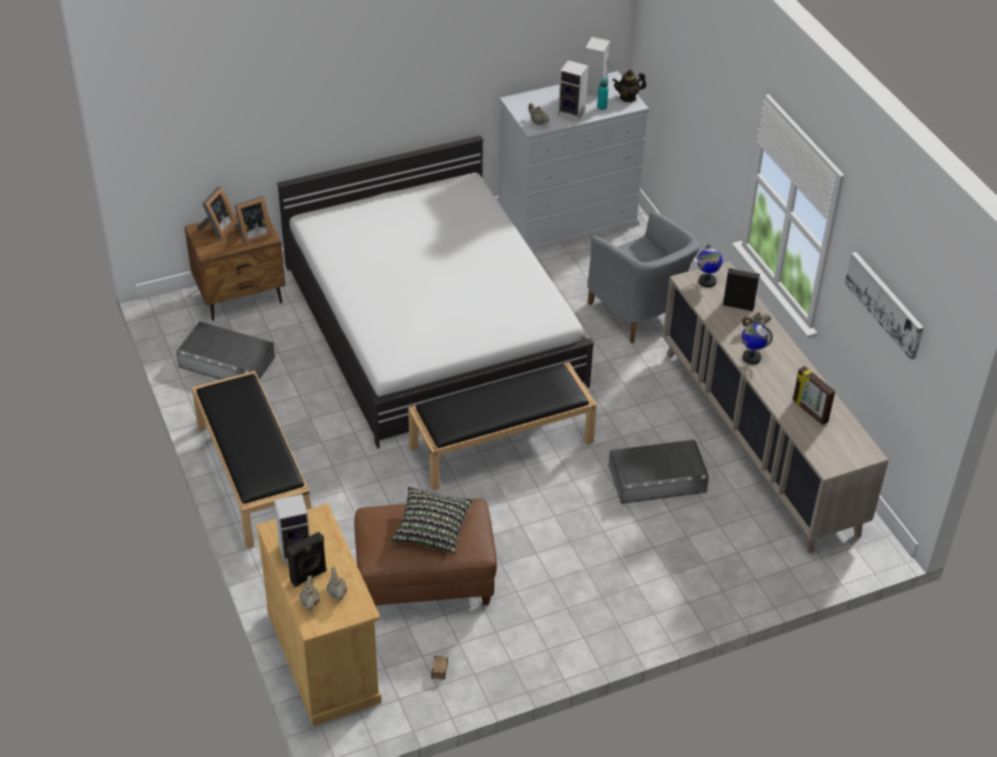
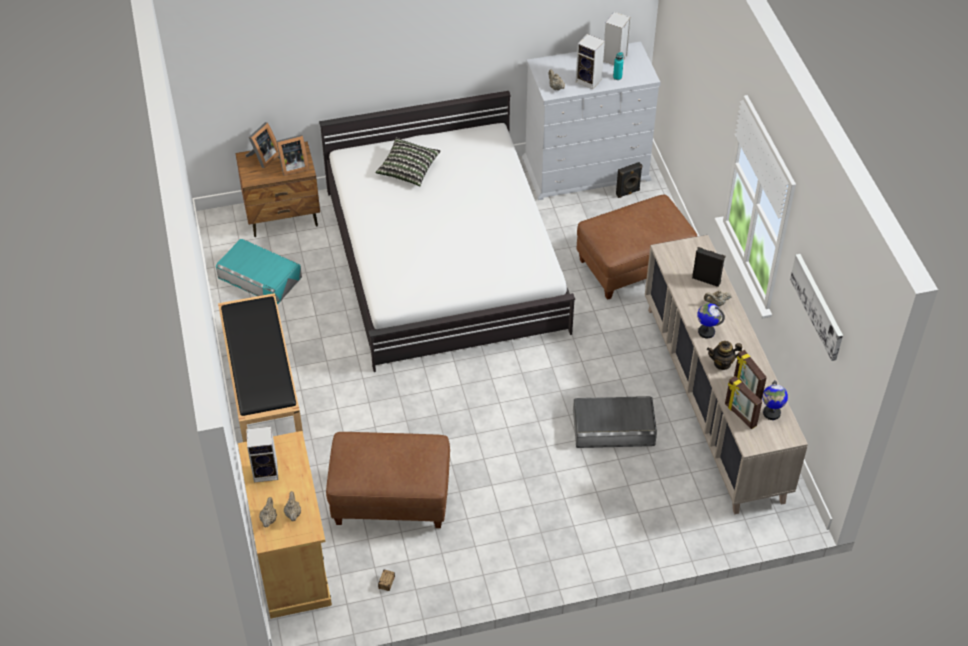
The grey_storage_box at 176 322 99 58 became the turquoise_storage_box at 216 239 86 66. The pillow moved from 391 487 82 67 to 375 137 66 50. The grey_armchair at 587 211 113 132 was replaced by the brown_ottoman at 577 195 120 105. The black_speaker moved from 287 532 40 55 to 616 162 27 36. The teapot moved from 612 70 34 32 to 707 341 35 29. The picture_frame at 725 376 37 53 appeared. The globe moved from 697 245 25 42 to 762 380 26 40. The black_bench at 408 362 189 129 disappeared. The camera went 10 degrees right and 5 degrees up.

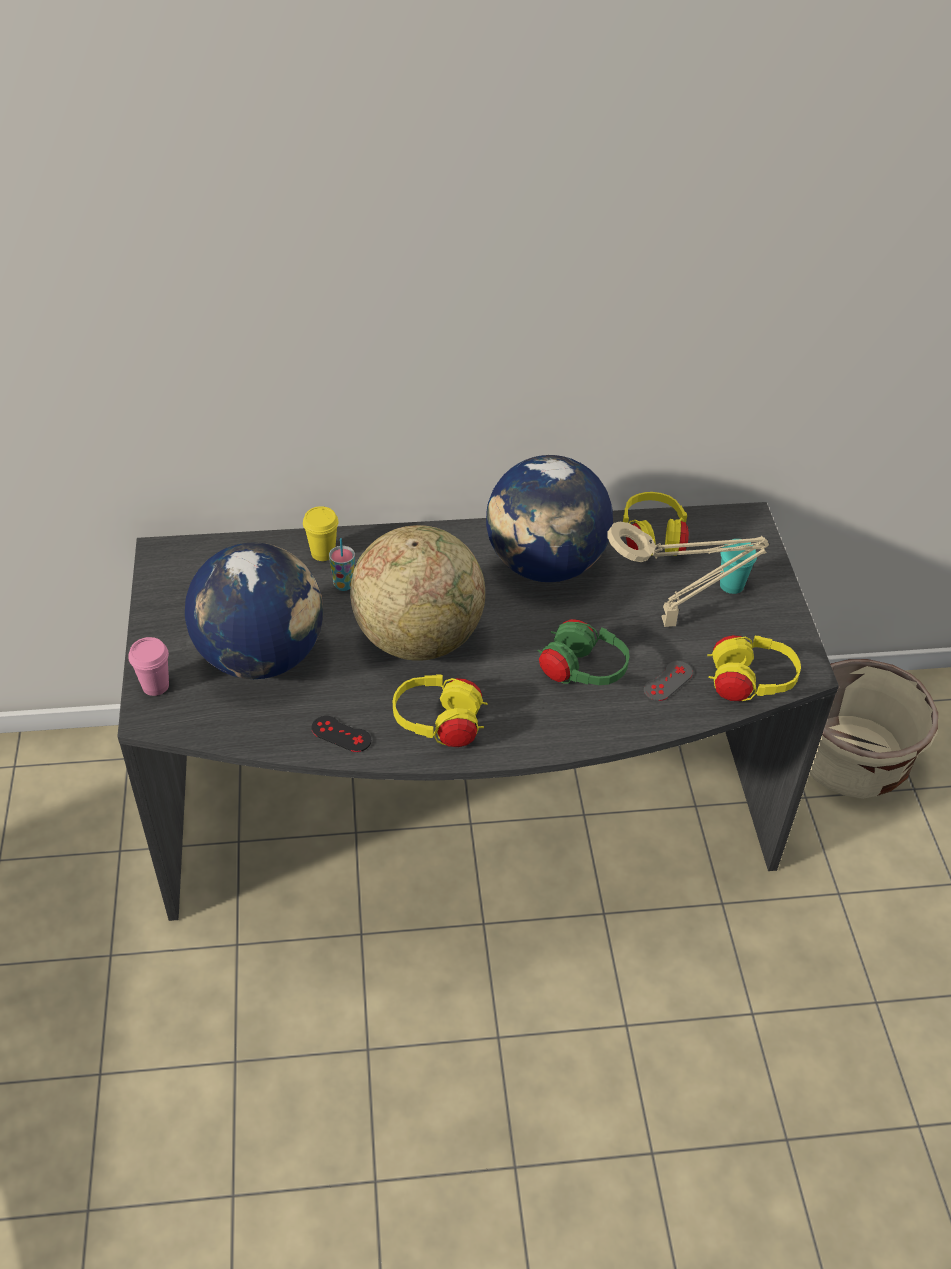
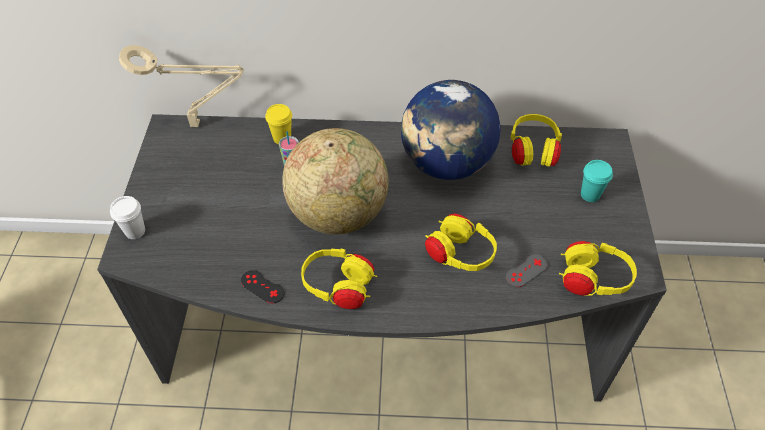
The pink_cup at 129 637 40 59 became the white_cup at 110 196 35 43. The beige_table_lamp moved from 607 522 162 105 to 119 45 125 82. The green_headphones at 538 619 92 66 became the yellow_headphones at 425 213 72 58. The globe at 185 542 138 137 disappeared. The beige_planter at 809 659 129 140 disappeared. The camera went 10 degrees right and 5 degrees up.

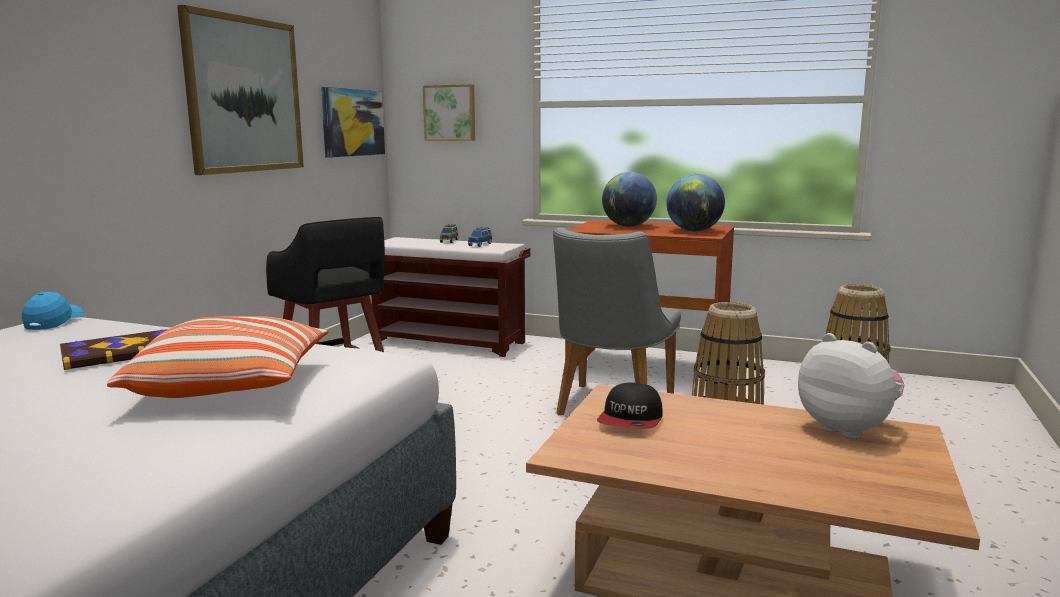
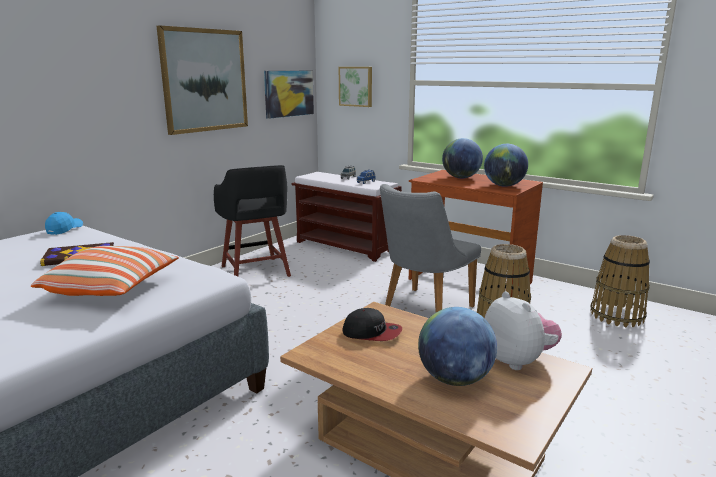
The cap at 597 382 66 47 turned 105 degrees counterclockwise. The globe at 418 307 79 79 appeared. The camera went 15 degrees right and 5 degrees up.

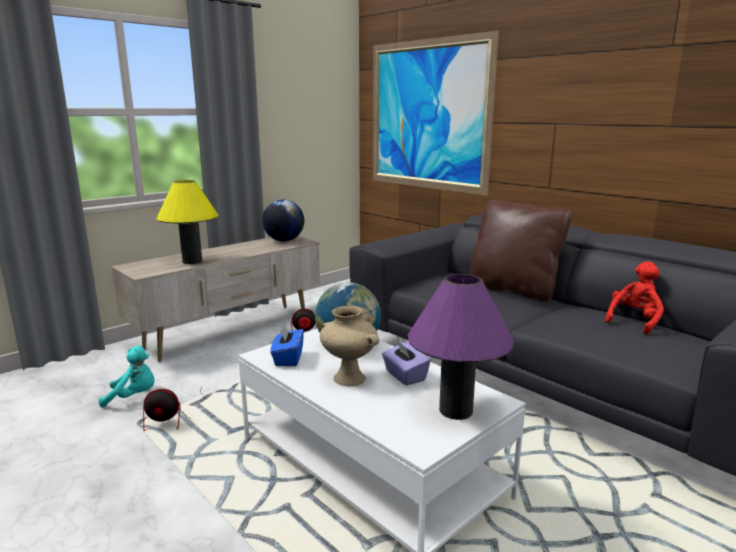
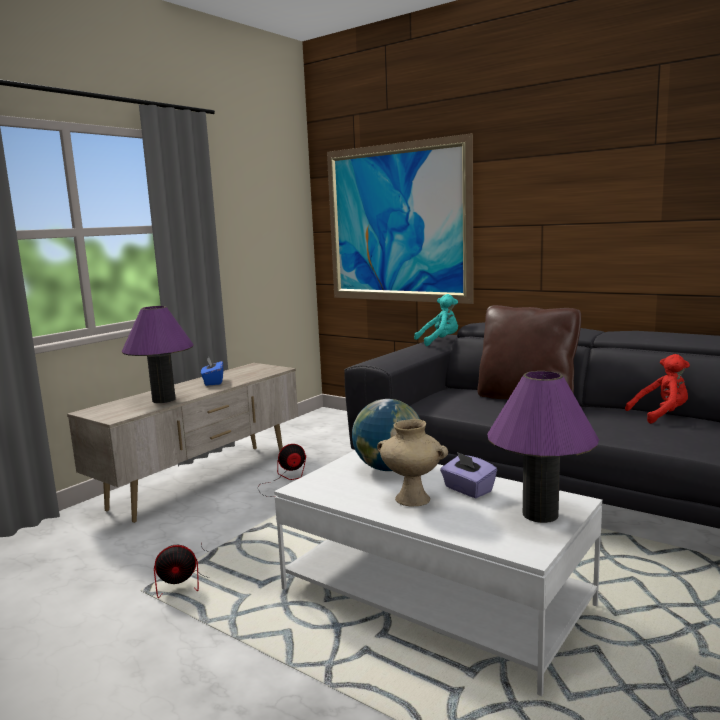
The yellow_table_lamp at 156 180 63 84 became the purple_table_lamp at 122 306 72 97. The blue_tissue_box moved from 270 323 34 43 to 201 357 22 29. The turquoise_plush_toy moved from 98 346 56 62 to 414 294 44 52. The red_plush_toy at 605 261 59 73 turned 45 degrees clockwise. The globe at 262 199 42 42 disappeared. The camera went 10 degrees left and 5 degrees down.

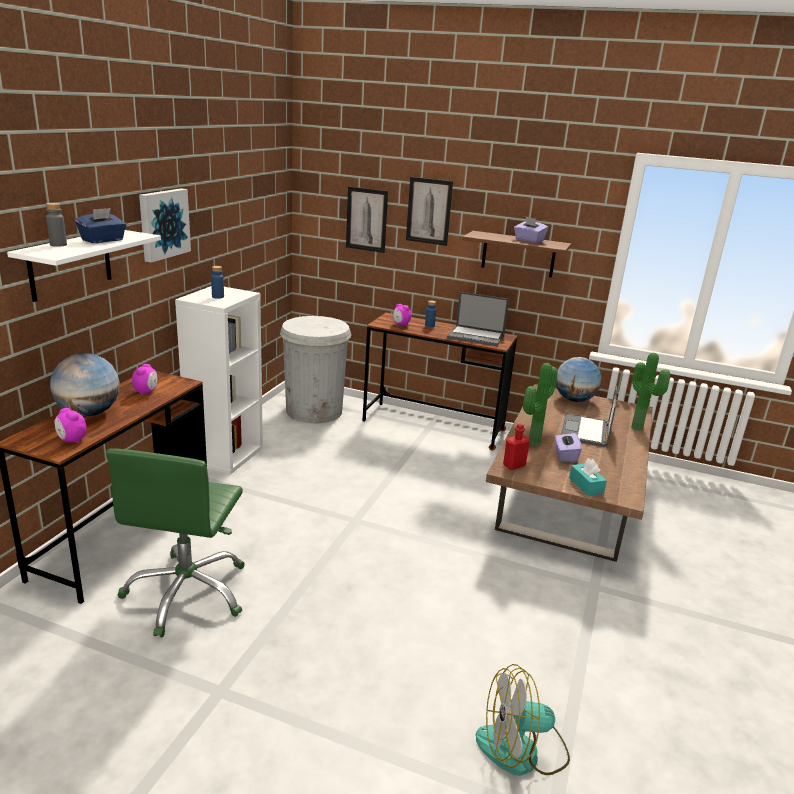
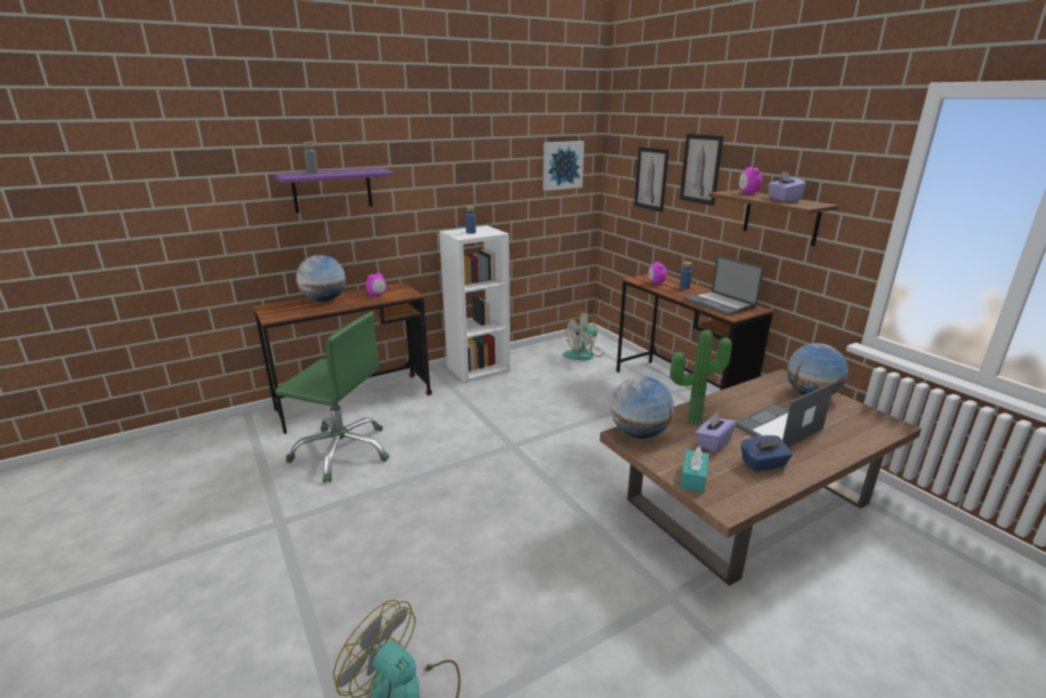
The white_shelf at 7 230 154 72 became the purple_shelf at 274 168 121 45. The green_office_chair at 106 448 139 189 turned 120 degrees counterclockwise. The picture moved from 139 188 52 75 to 543 141 41 50. The white_trash_can at 280 316 71 108 was replaced by the fan at 563 311 42 49. The red_bottle at 503 424 27 46 was replaced by the globe at 610 376 64 63. The alarm_clock moved from 54 408 33 35 to 739 167 24 27. The blue_tissue_box moved from 75 208 51 35 to 741 435 52 37. The potted_plant at 631 353 40 78 disappeared. The camera went 40 degrees right and 0 degrees up.

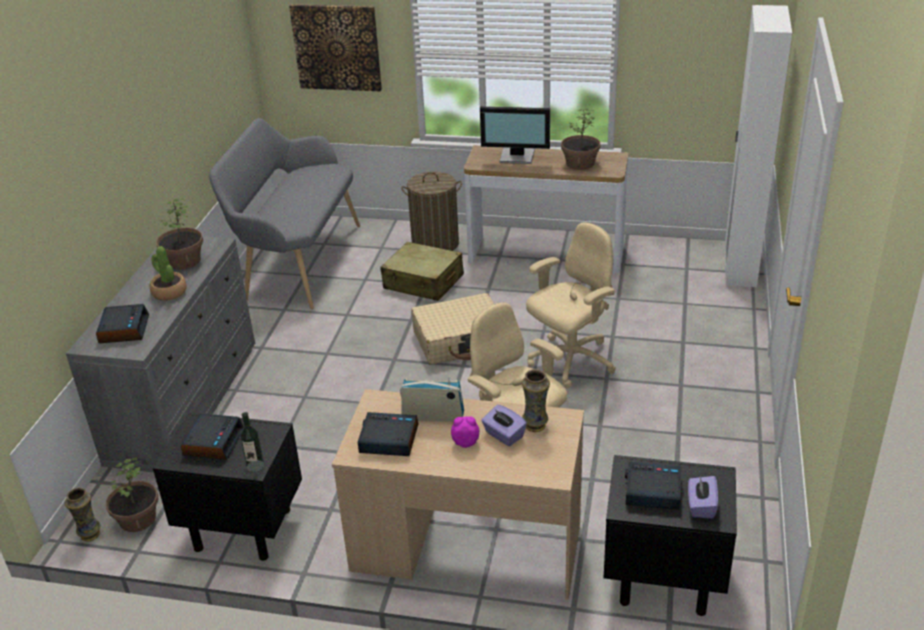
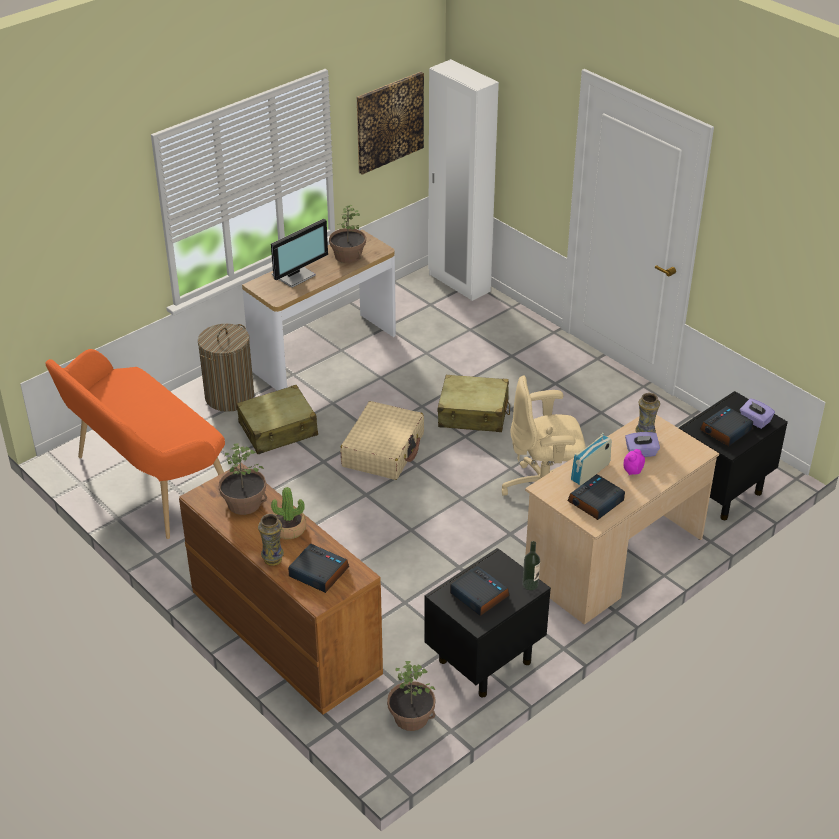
The grey_bench at 209 118 151 191 became the orange_bench at 46 349 179 190. The grey_dresser at 66 236 189 236 became the brown_dresser at 179 463 204 252. The vase moved from 65 487 35 54 to 258 514 26 52. The picture moved from 289 4 93 87 to 357 72 67 103. The beige_office_chair at 526 223 90 166 was replaced by the beige_suitcase at 438 375 72 57. The camera went 55 degrees left and 5 degrees up.

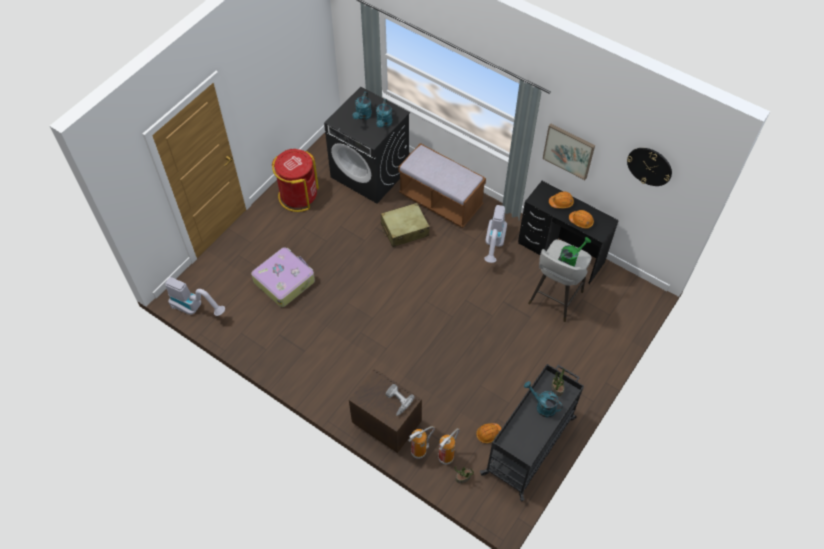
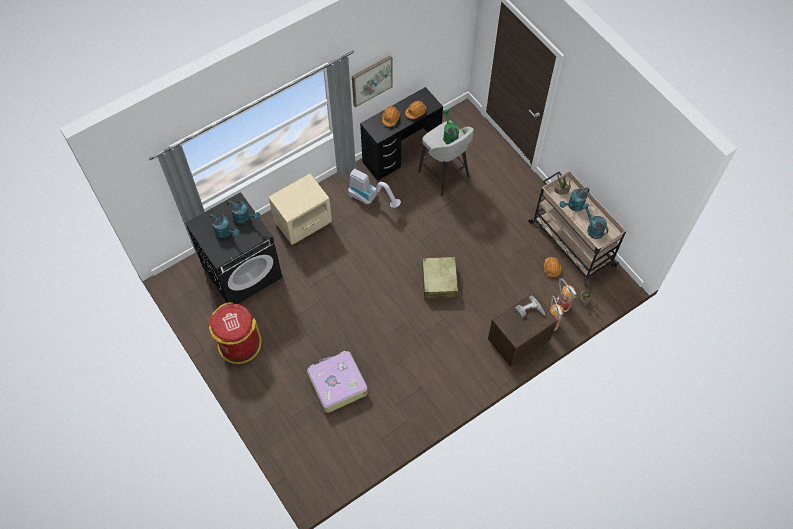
The brown_bench at 398 143 88 85 was replaced by the beige_nightstand at 268 174 64 71. The beige_suitcase moved from 381 203 49 44 to 421 257 37 43. The black_cart at 480 364 104 137 became the beige_cart at 528 170 98 116. The turquoise_watering_can at 582 204 26 35 appeared. The vacuum_cleaner at 165 277 60 39 disappeared. The wall_clock at 627 148 45 38 disappeared. The camera went 70 degrees left and 5 degrees up.

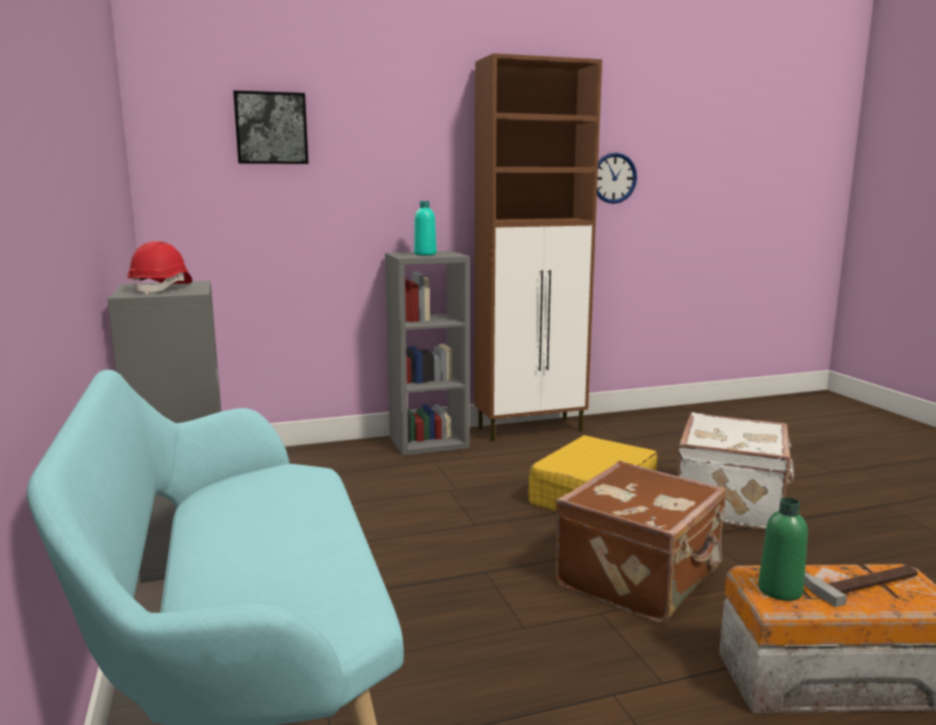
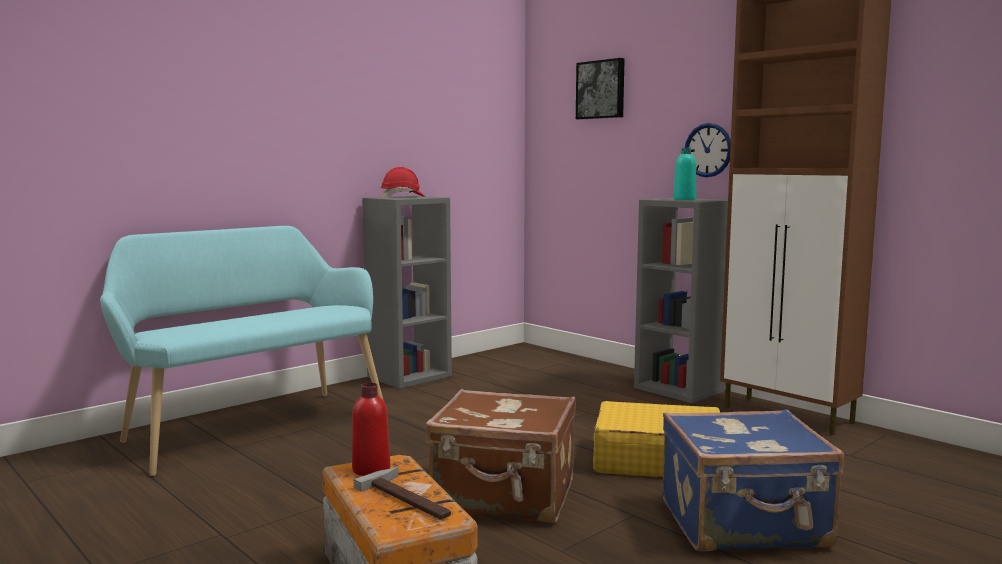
The green_bottle at 758 497 50 104 became the red_bottle at 352 383 38 93. The white_suitcase at 677 413 117 117 became the blue_suitcase at 663 409 181 142. The wall_clock moved from 597 152 40 52 to 685 123 46 54. The camera went 65 degrees right and 5 degrees down.

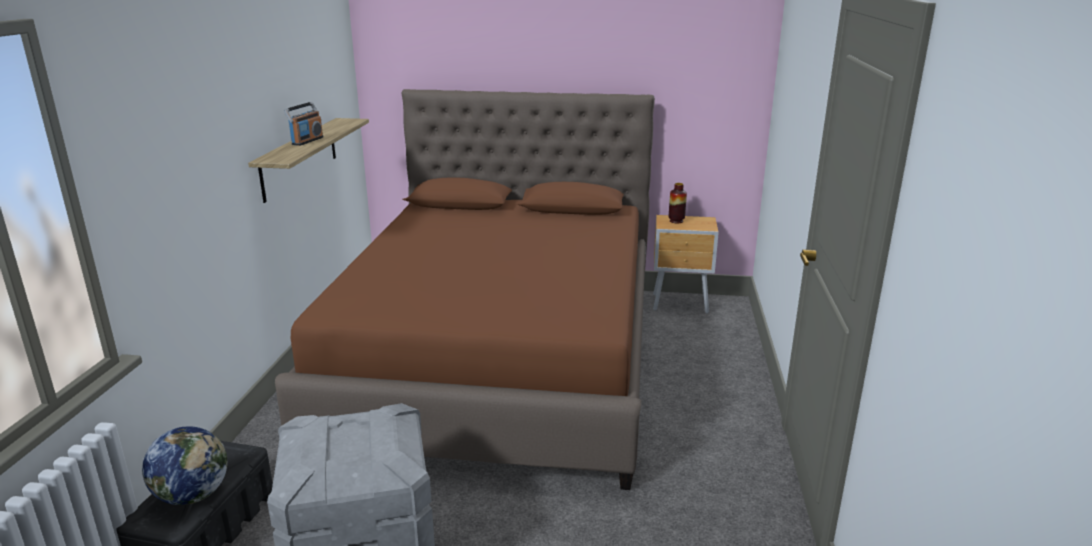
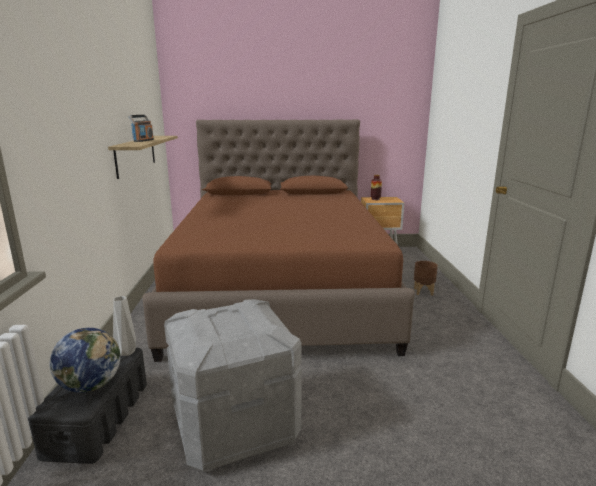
The grey_vase at 113 296 23 60 appeared. The brown_planter at 414 261 24 35 appeared. The camera went 10 degrees left and 5 degrees down.

